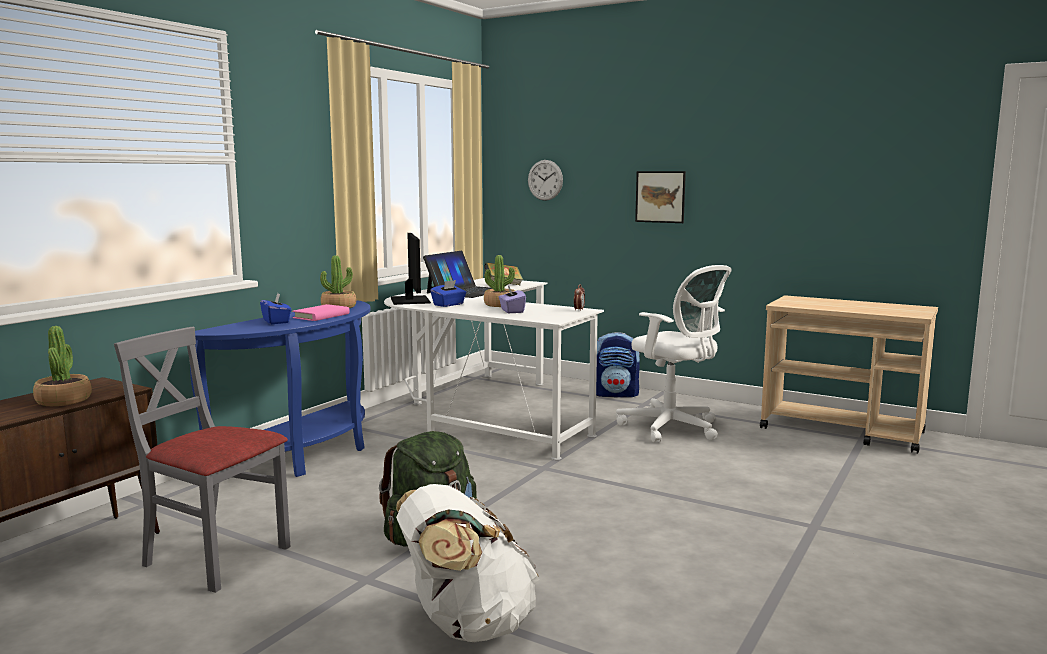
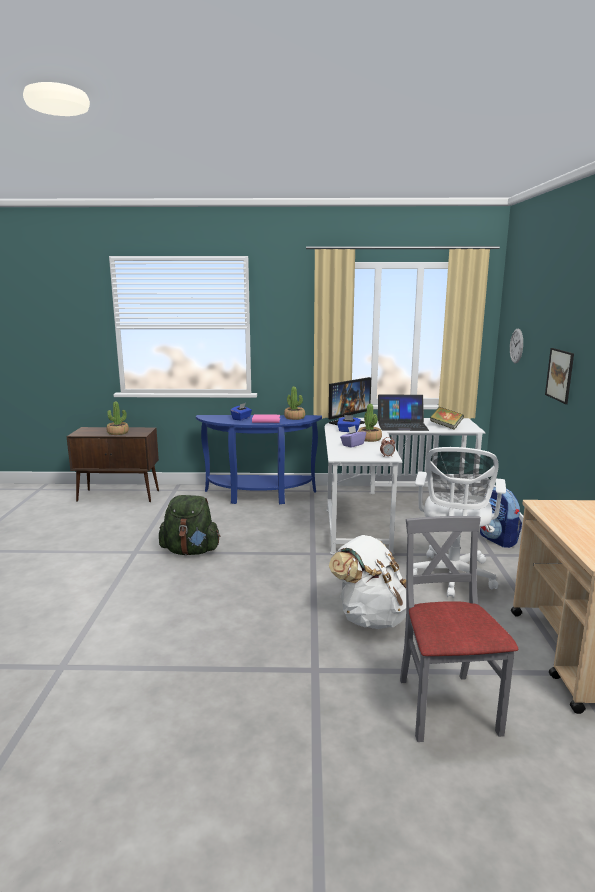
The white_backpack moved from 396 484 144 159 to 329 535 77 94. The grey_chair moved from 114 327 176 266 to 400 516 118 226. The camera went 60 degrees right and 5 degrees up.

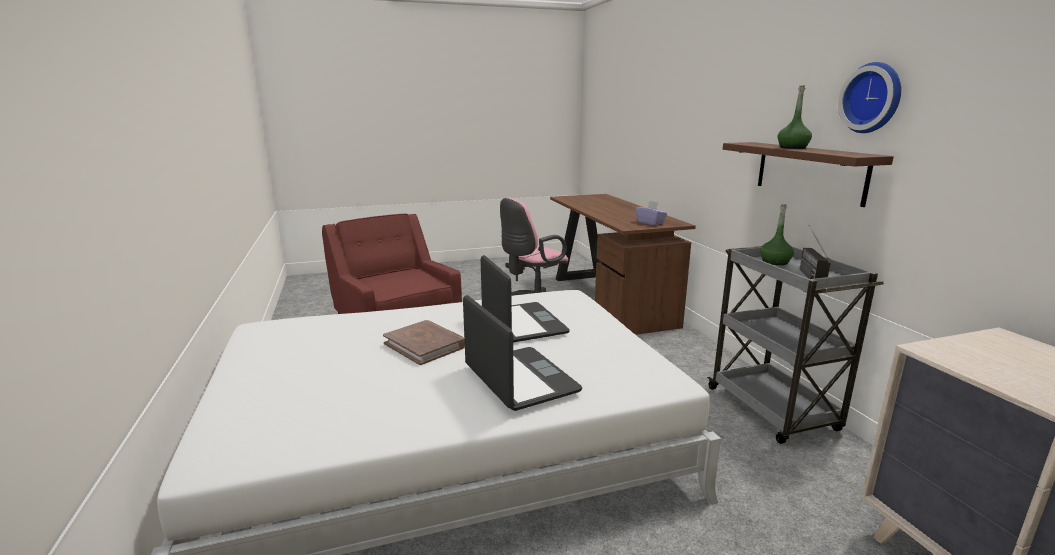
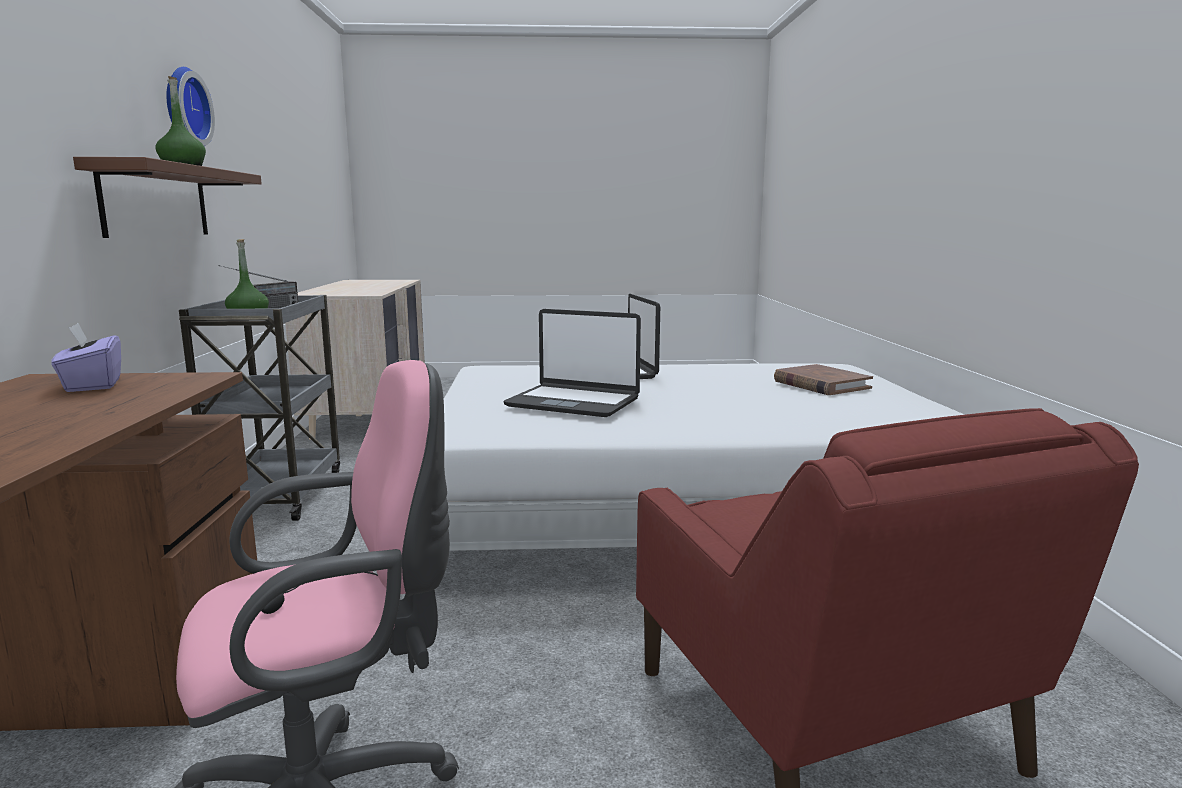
The laptop at 481 255 89 87 turned 60 degrees counterclockwise. The brown_book moved from 383 320 82 45 to 774 364 99 31. The camera went 165 degrees left and 5 degrees down.

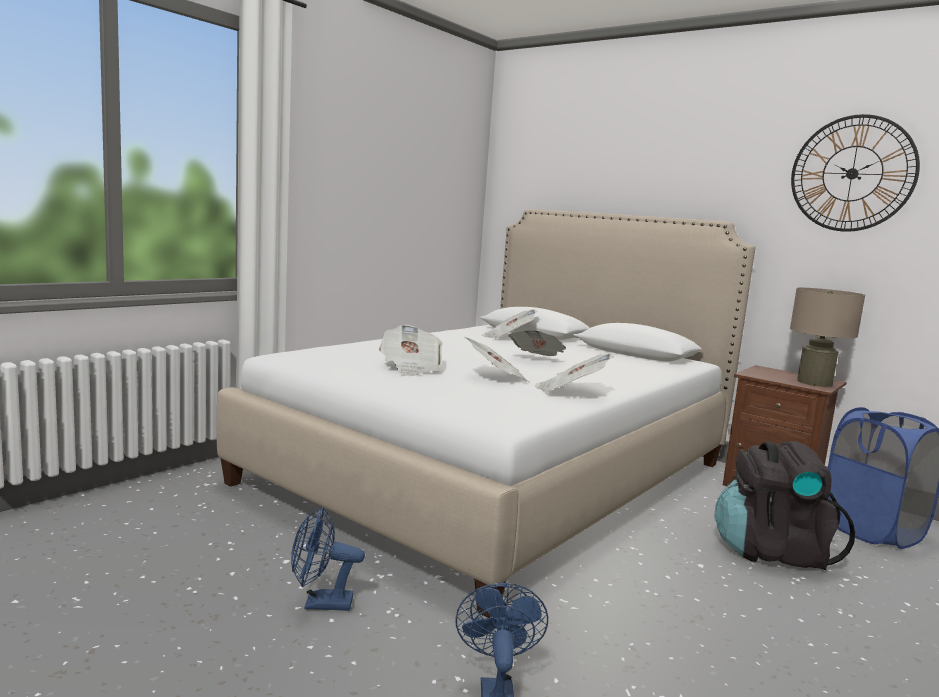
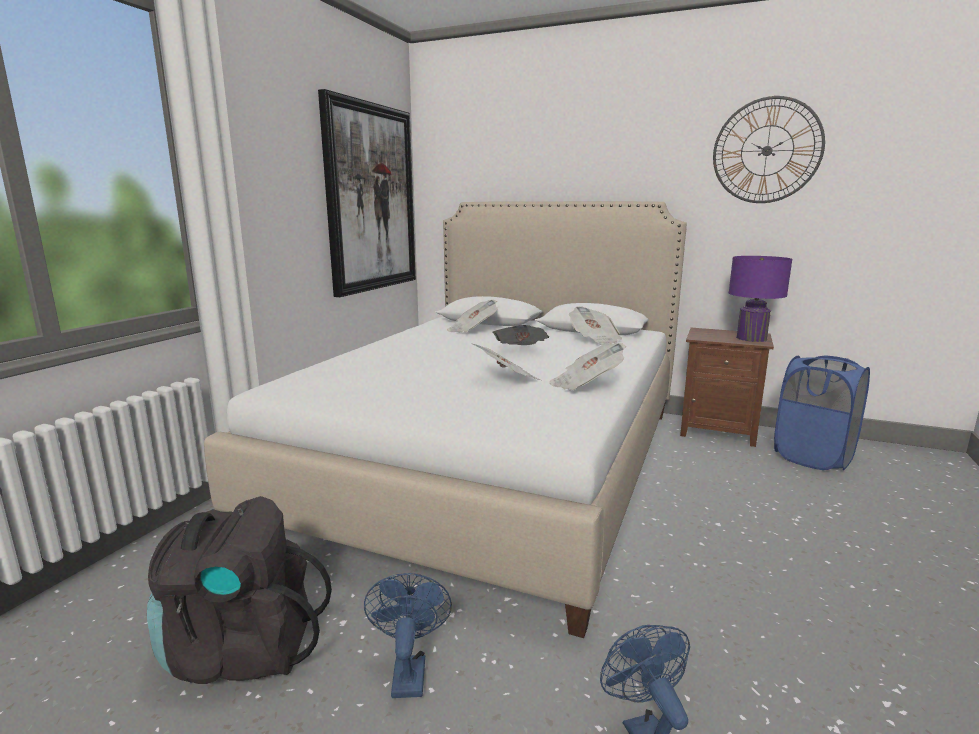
The black_backpack moved from 715 441 140 129 to 147 496 185 188. The picture at 318 89 98 208 appeared. The blue_fan at 291 507 74 104 turned 105 degrees clockwise. The newspaper moved from 379 325 63 51 to 569 306 53 40. The beige_table_lamp at 790 288 75 99 became the purple_table_lamp at 729 256 63 86. The camera went 15 degrees left and 5 degrees up.

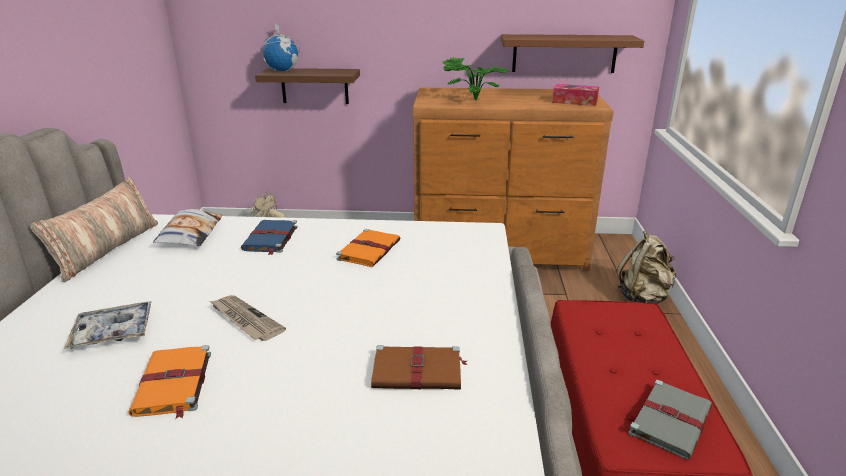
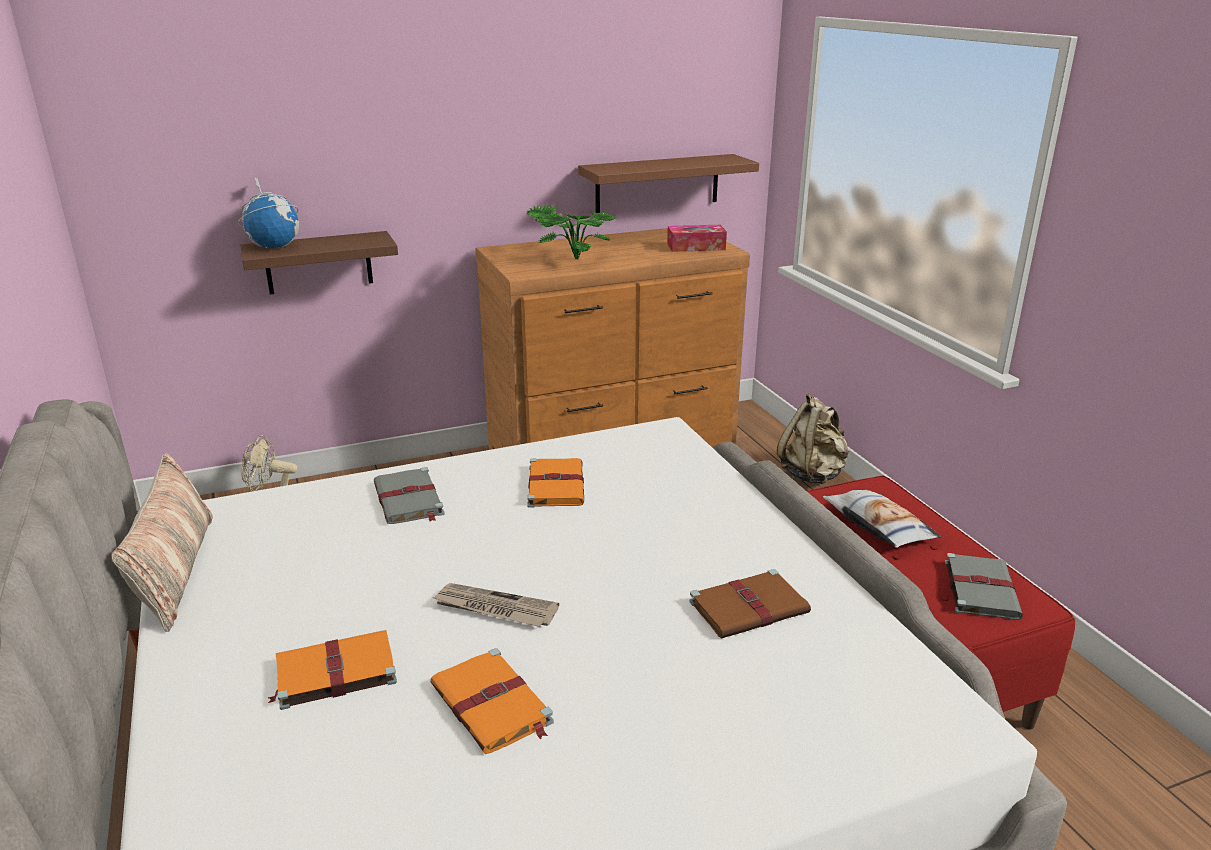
The tray at 64 301 88 48 was replaced by the orange_book at 268 630 129 80. The blue_book at 241 220 57 35 became the grey_book at 374 467 71 57. The pillow moved from 153 209 70 37 to 823 490 118 58. The camera went 25 degrees left and 0 degrees up.

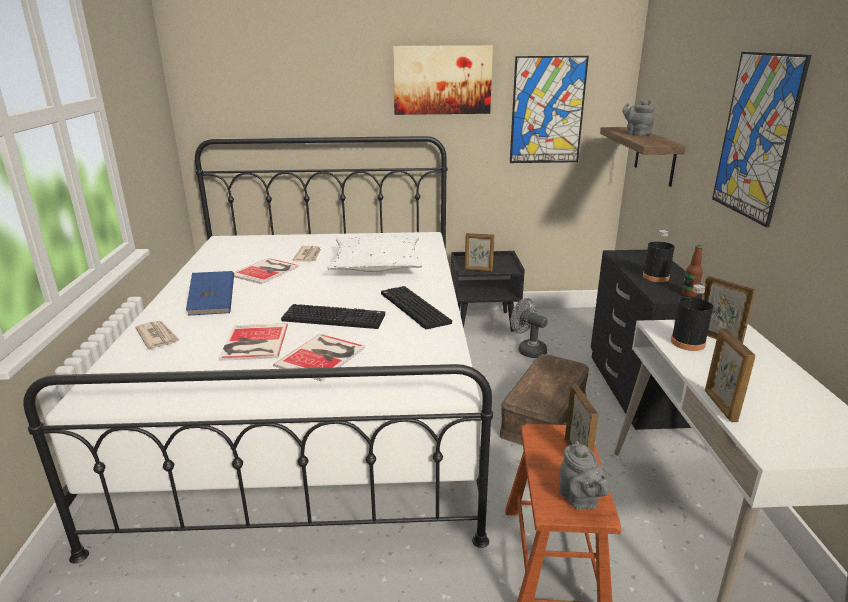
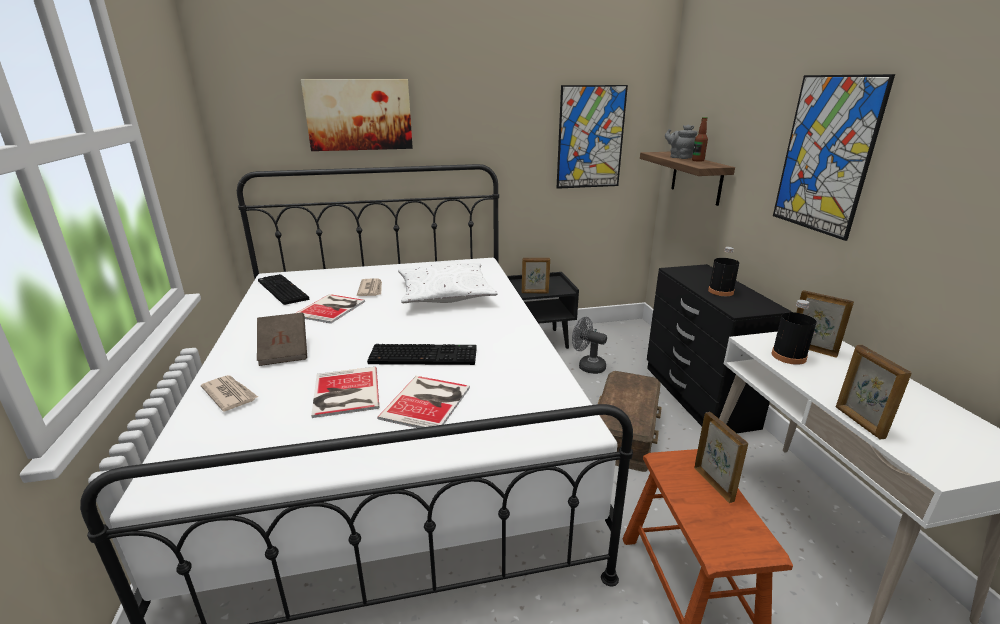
The blue_book at 186 271 48 45 became the brown_book at 257 313 50 53. The keyboard moved from 381 286 71 43 to 258 274 52 31. The picture moved from 393 45 100 70 to 301 79 112 72. The bottle moved from 682 245 21 52 to 692 117 16 45. The grey_teapot at 559 441 51 68 disappeared. The camera went 10 degrees left and 0 degrees up.

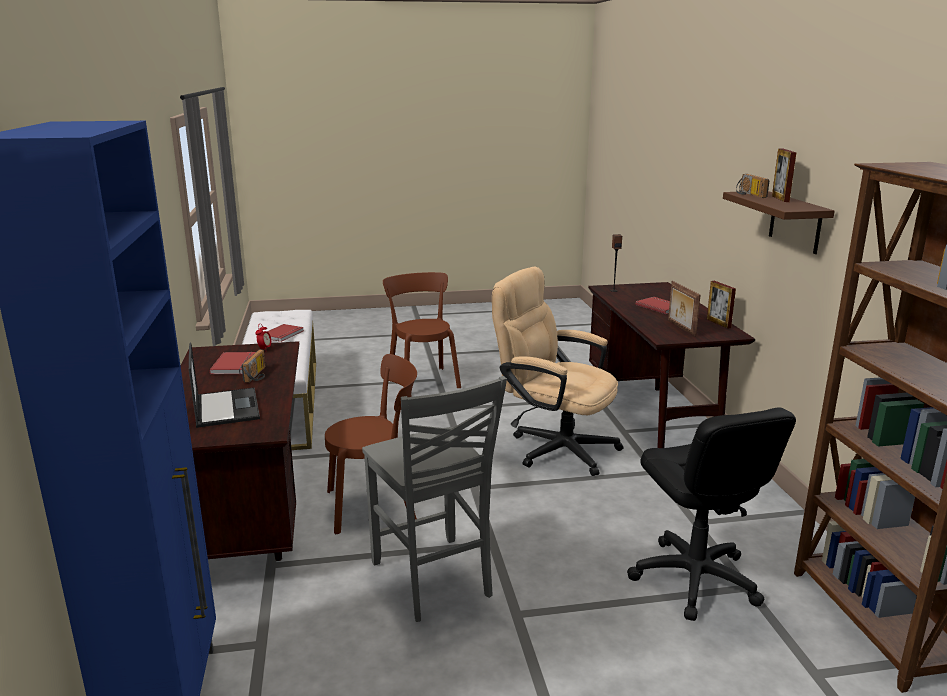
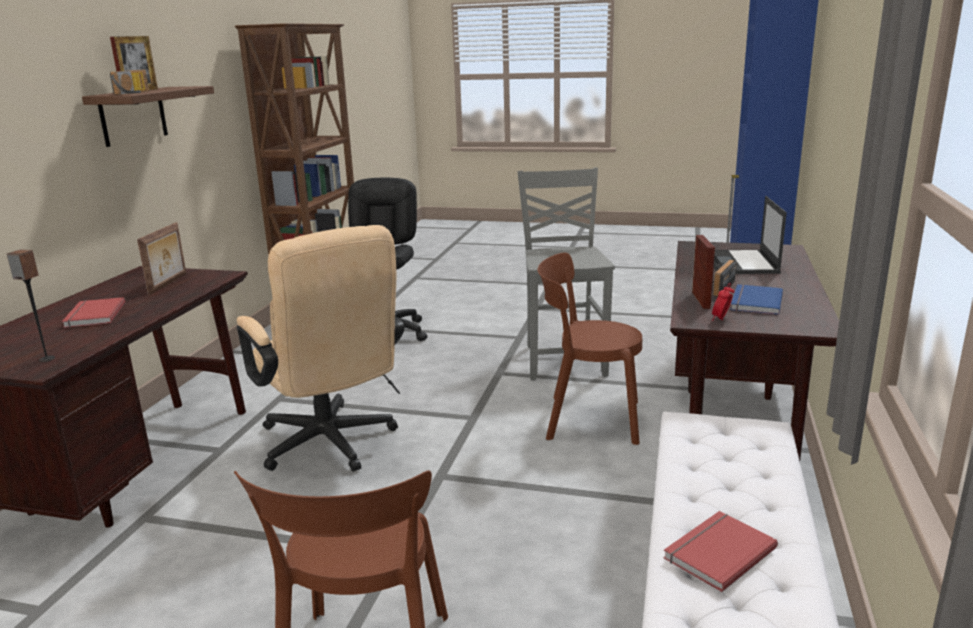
The picture_frame moved from 707 281 29 48 to 692 235 23 74. The red_book at 209 352 46 23 became the blue_book at 730 284 53 31. The camera went 155 degrees left and 0 degrees up.

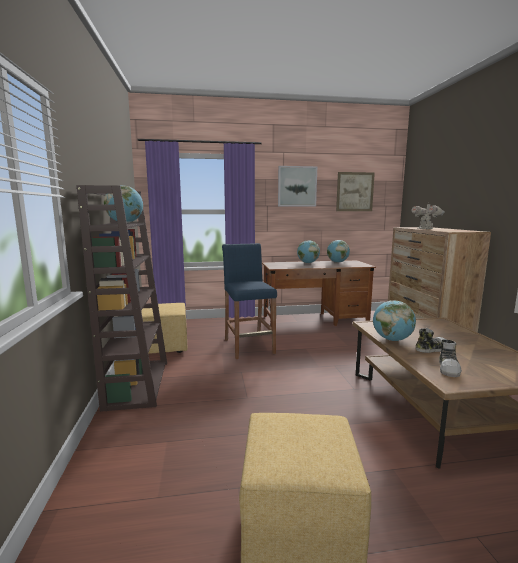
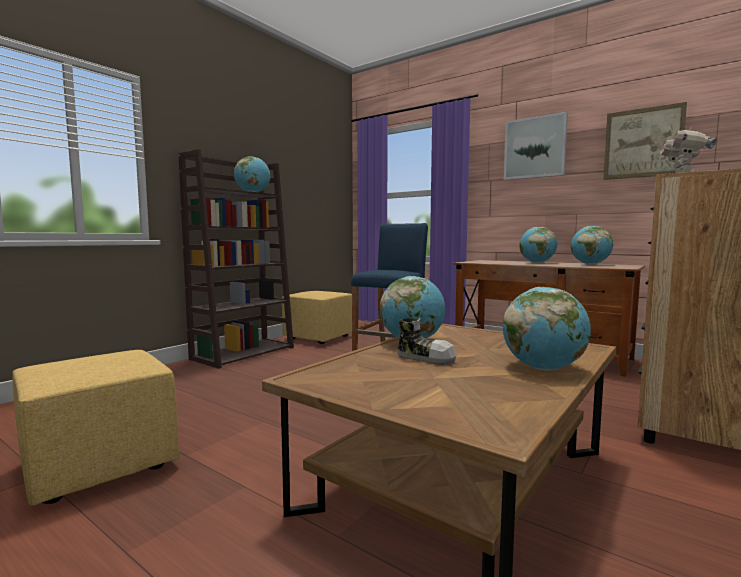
The globe at 503 287 88 83 appeared. The shoe at 439 340 23 37 disappeared. The camera went 45 degrees right and 5 degrees down.

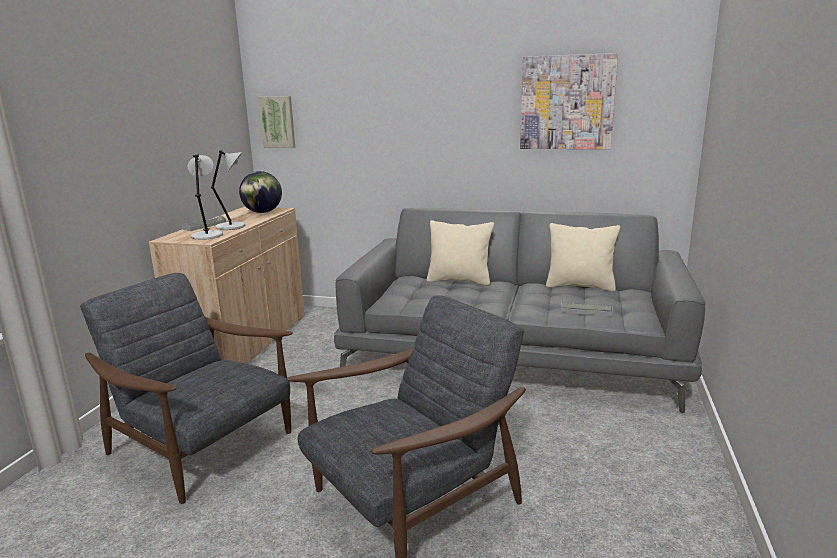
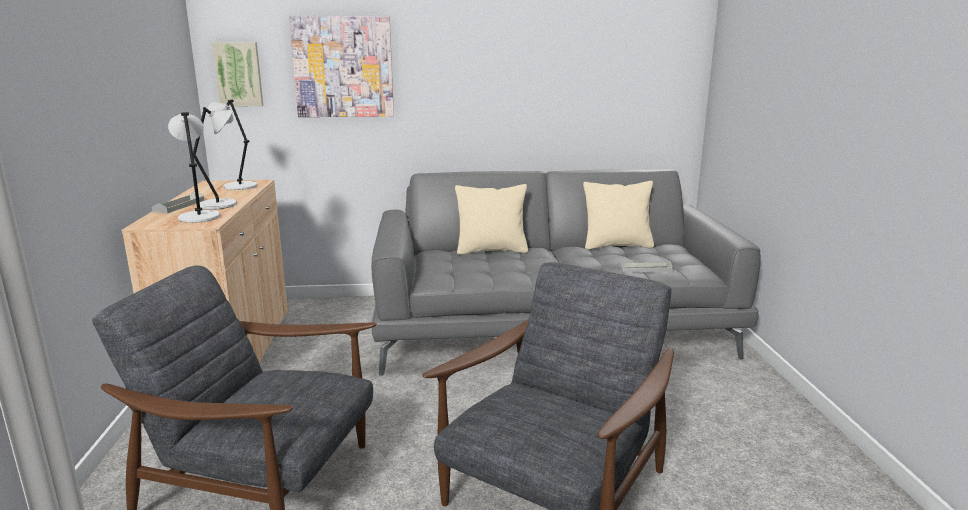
The globe at 239 171 43 42 was replaced by the grey_table_lamp at 208 99 50 91. The picture moved from 520 53 98 96 to 289 16 105 101. The camera went 20 degrees left and 0 degrees up.

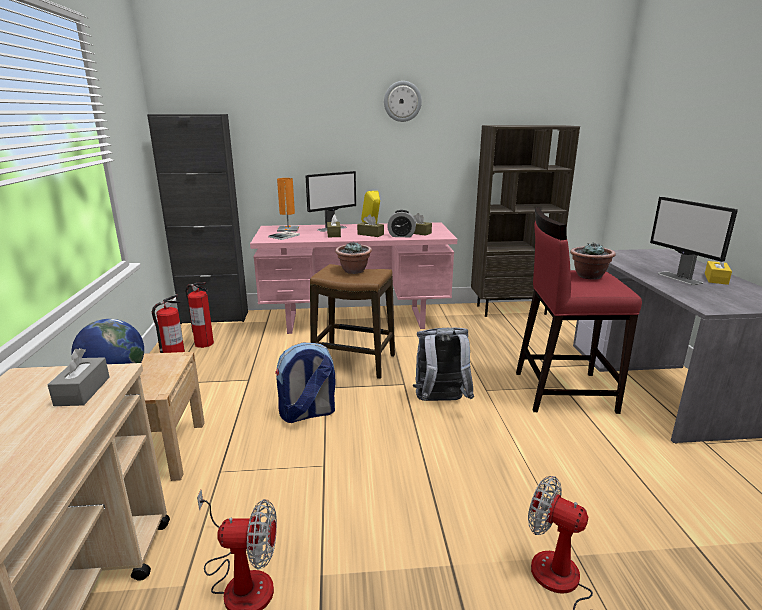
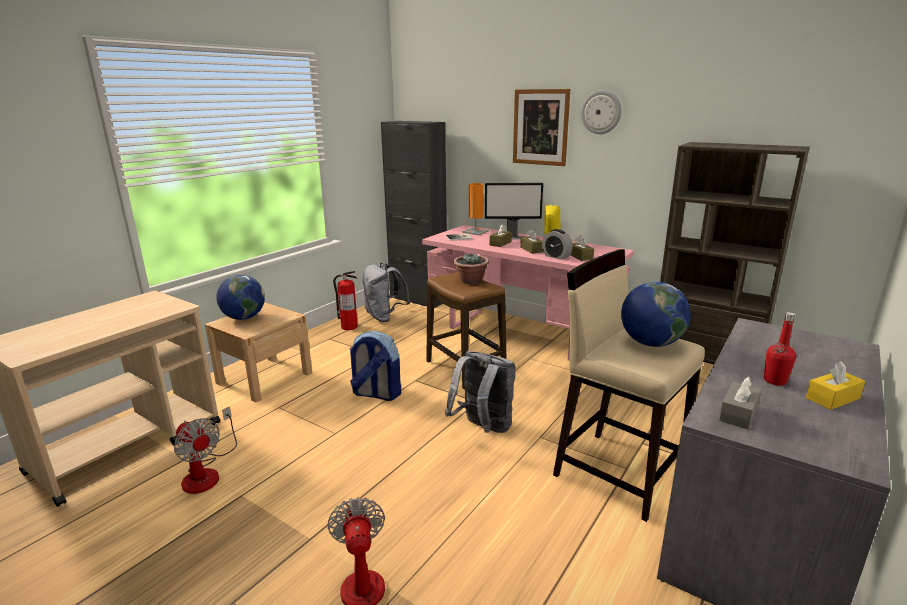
The fire_extinguisher at 185 282 29 66 was replaced by the grey_backpack at 363 263 47 59. The picture at 513 89 57 77 appeared. The red_stool at 516 207 126 207 became the beige_stool at 553 249 152 273. The potted_plant at 570 243 46 37 was replaced by the globe at 621 282 70 65. The grey_tissue_box moved from 48 348 62 58 to 719 376 43 53. The monitor at 650 197 88 88 was replaced by the red_bottle at 764 312 32 74. The camera went 40 degrees right and 0 degrees up.

